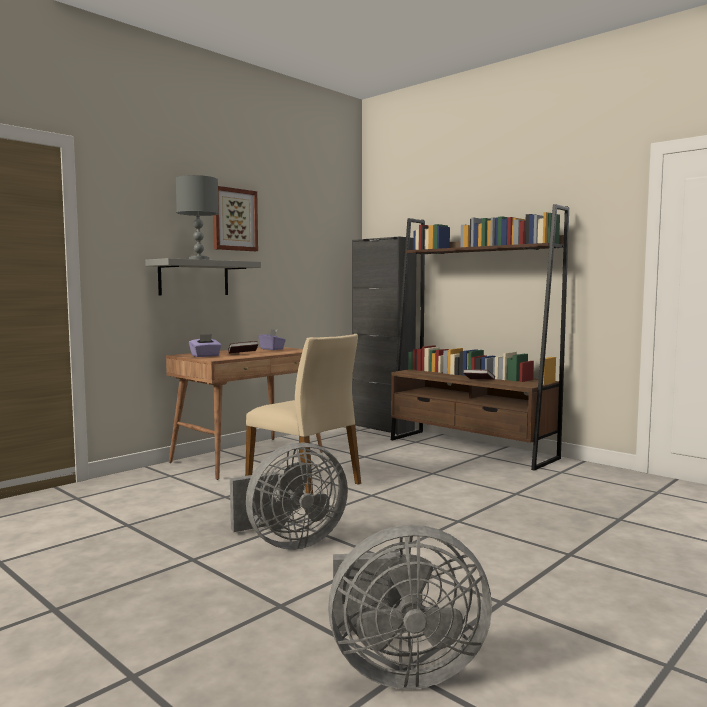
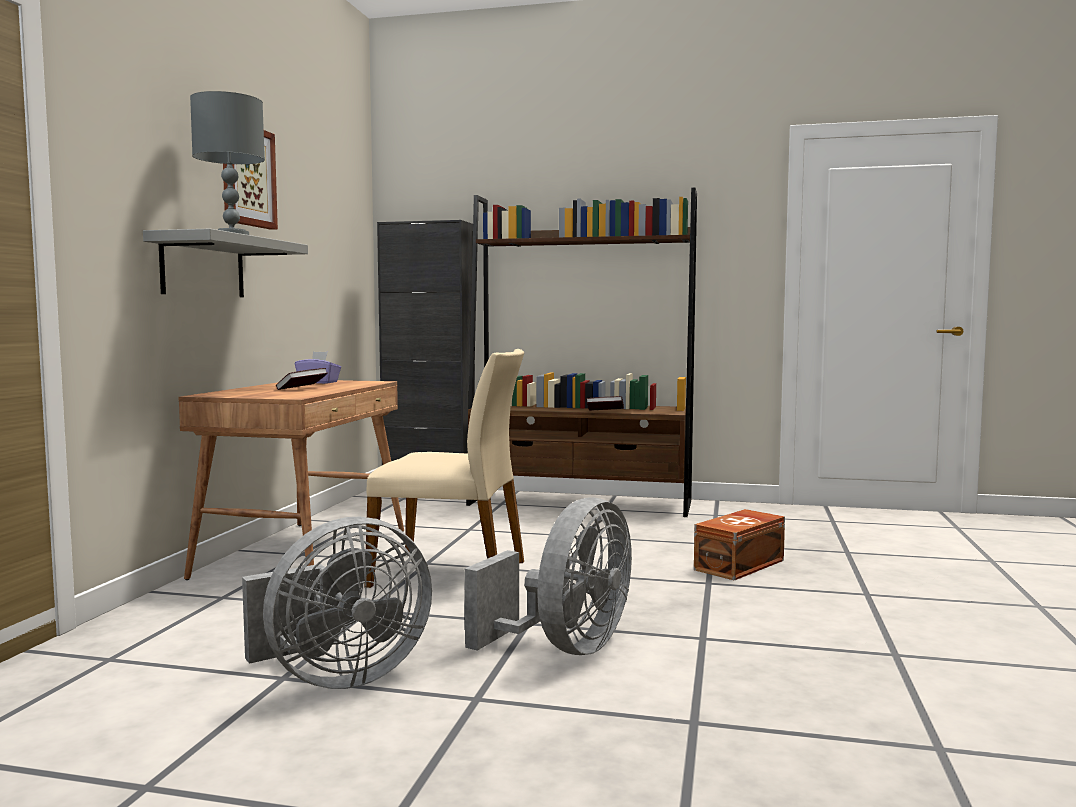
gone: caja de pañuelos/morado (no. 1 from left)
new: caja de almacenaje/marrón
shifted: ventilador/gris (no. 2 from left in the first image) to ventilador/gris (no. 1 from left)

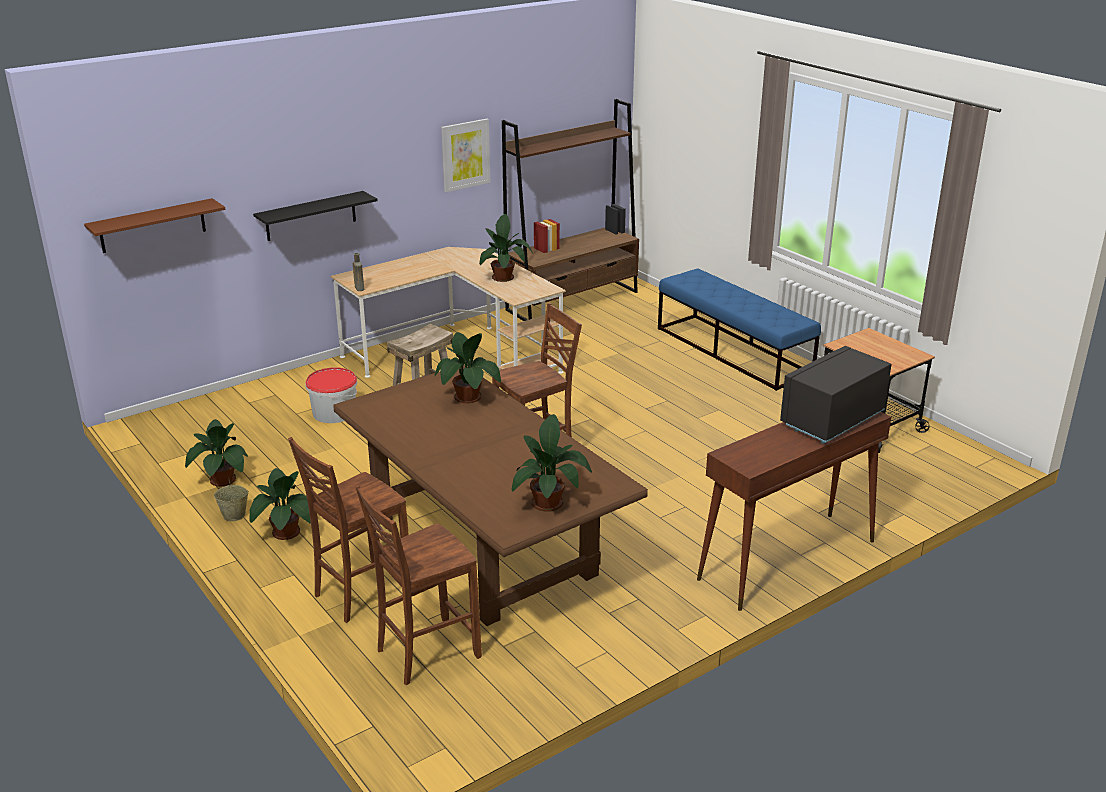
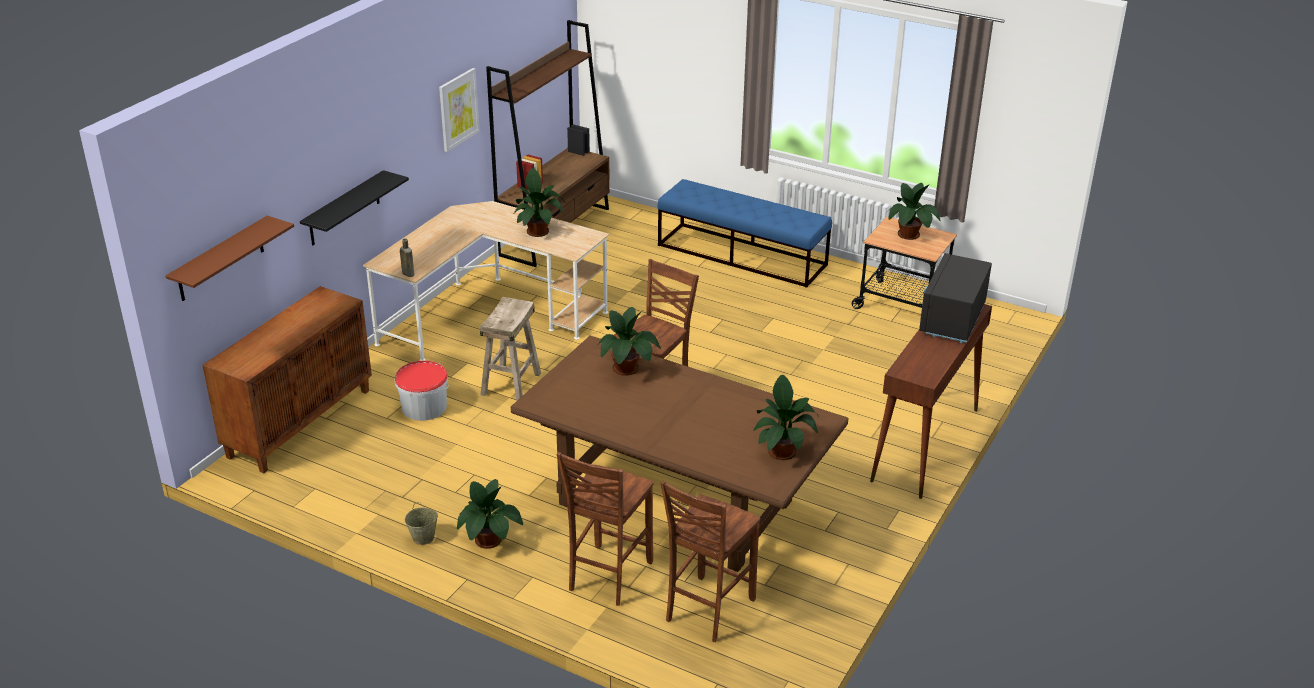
new: armario/marrón
shifted: planta en maceta (no. 1 from left in the first image) to planta en maceta (no. 5 from left)

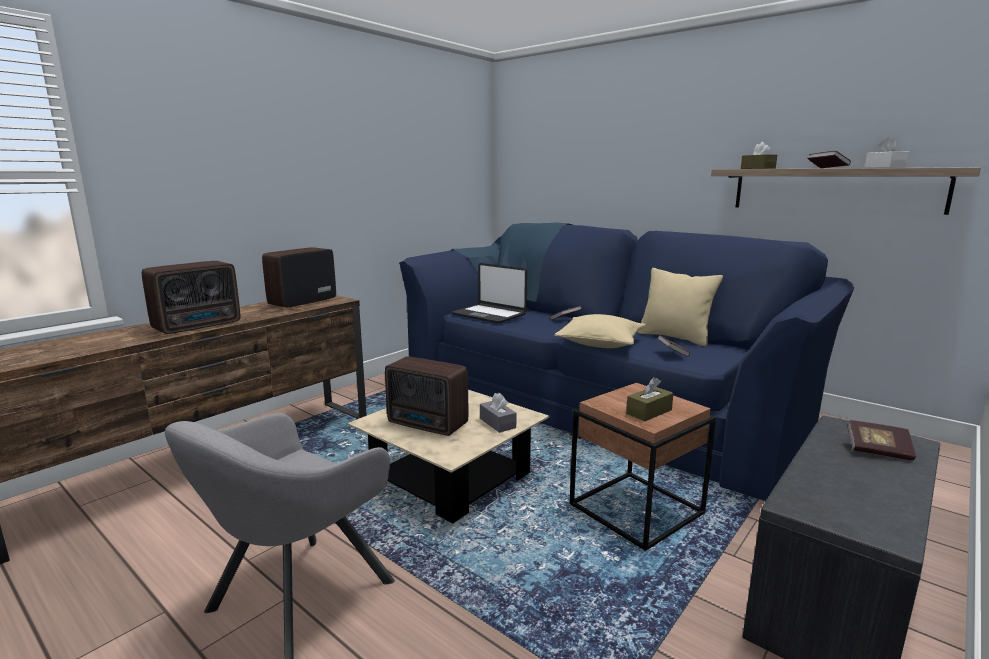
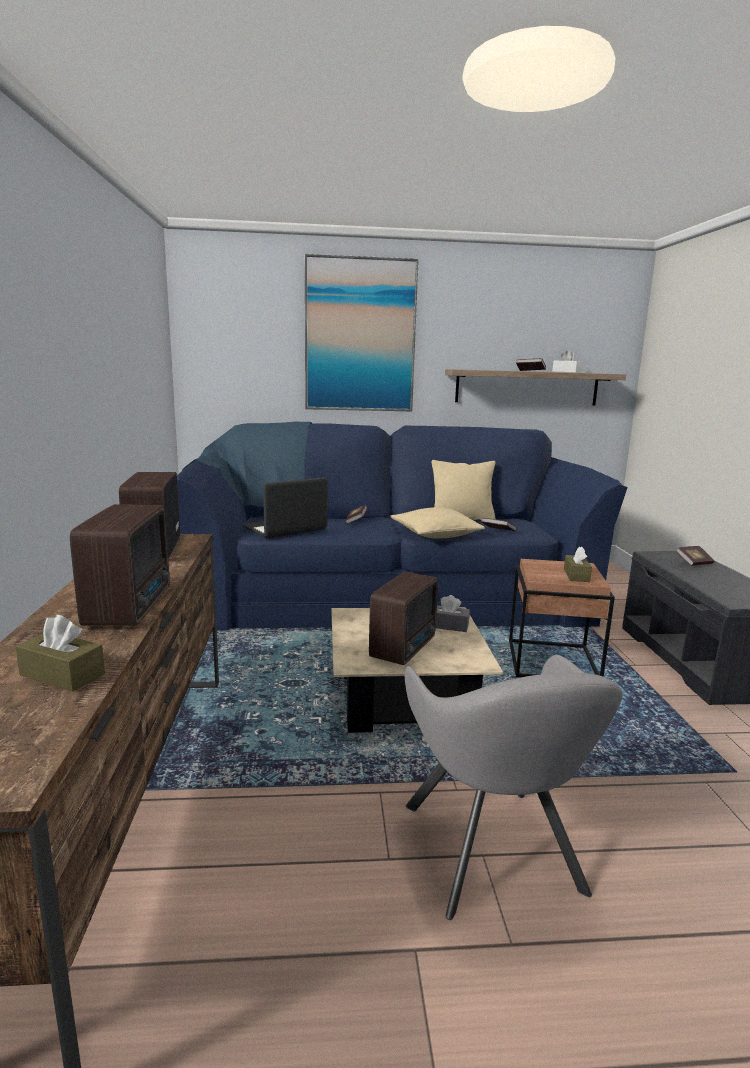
new: cuadro
shifted: caja de pañuelos/marrón (no. 2 from left in the first image) to caja de pañuelos/marrón (no. 1 from left)
rotated: portátil 150 degrees clockwise; radio (no. 3 from left) 45 degrees counterclockwise

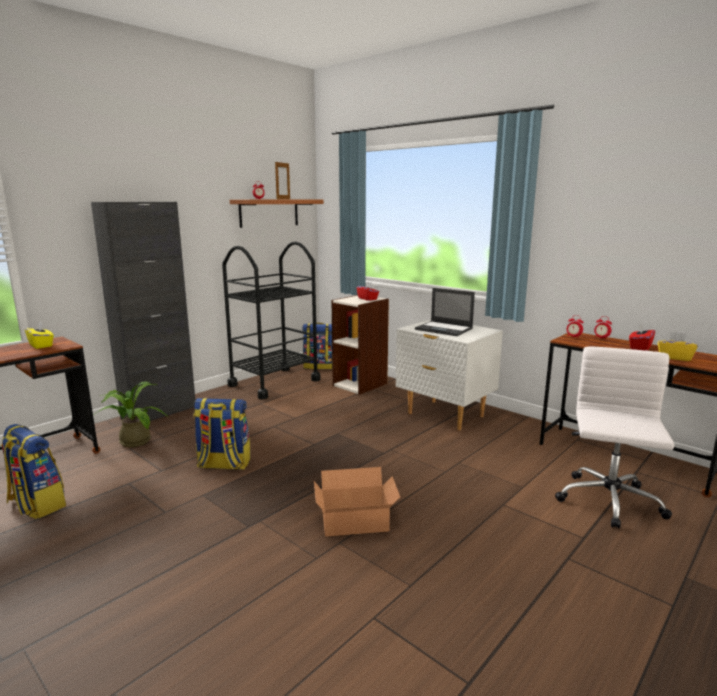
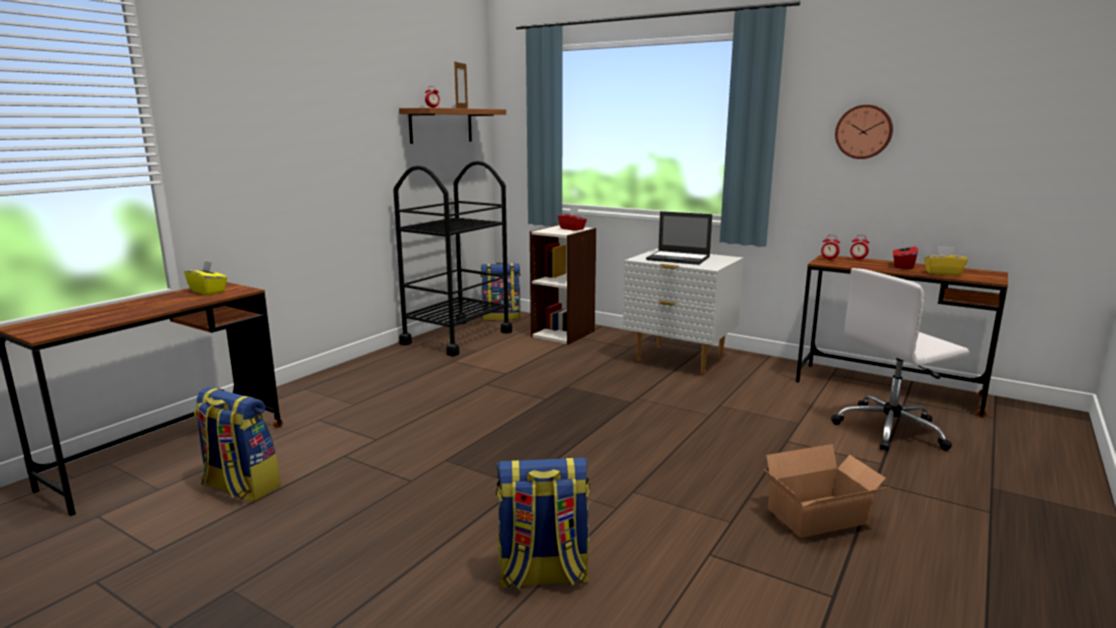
gone: armario/negro; planta en maceta
new: reloj de pared
shifted: mochila (no. 2 from left in the first image) to mochila (no. 3 from left); caja de cartón
rotated: silla de oficina/blanco 120 degrees counterclockwise

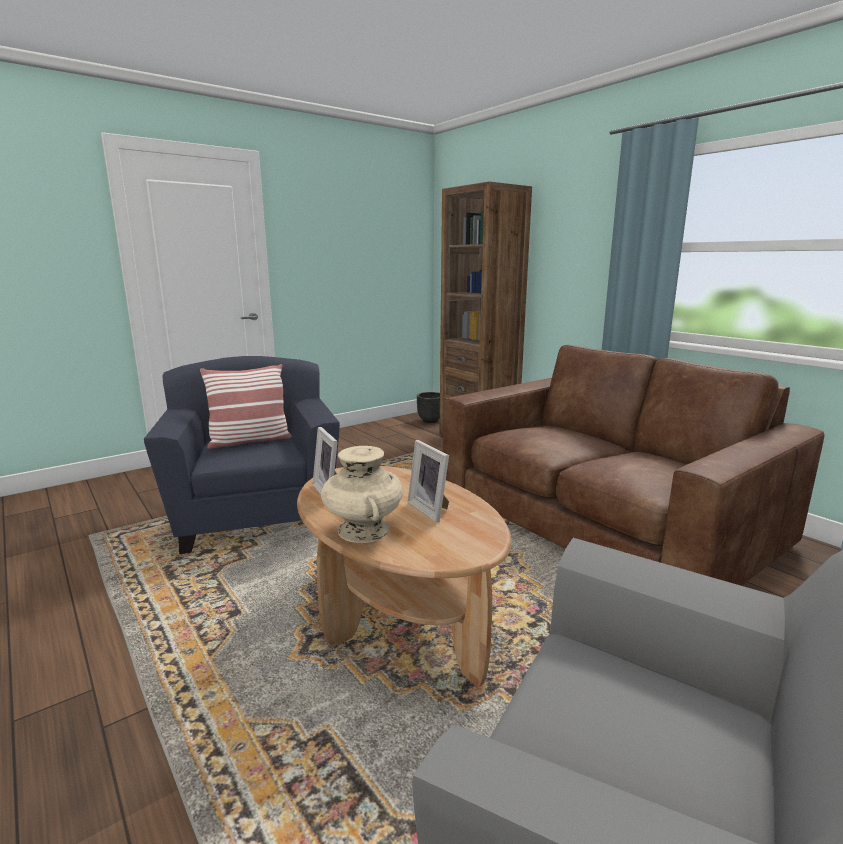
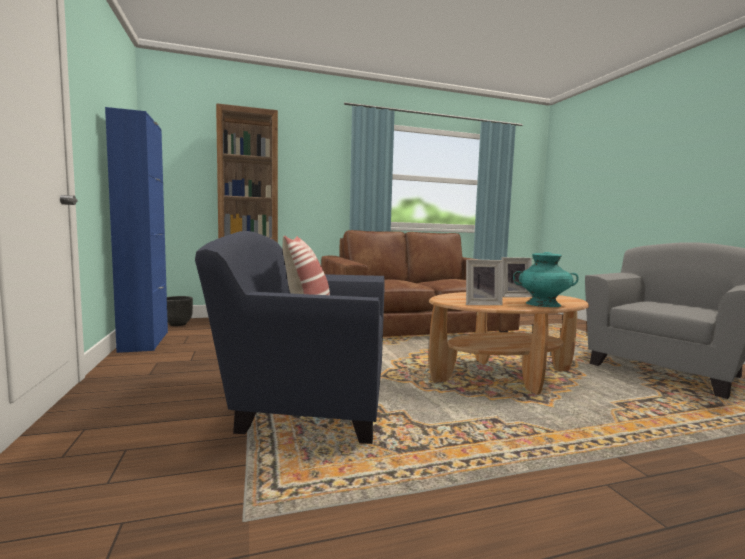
new: armario/azul
repainted: florero/beis to florero/turquesa

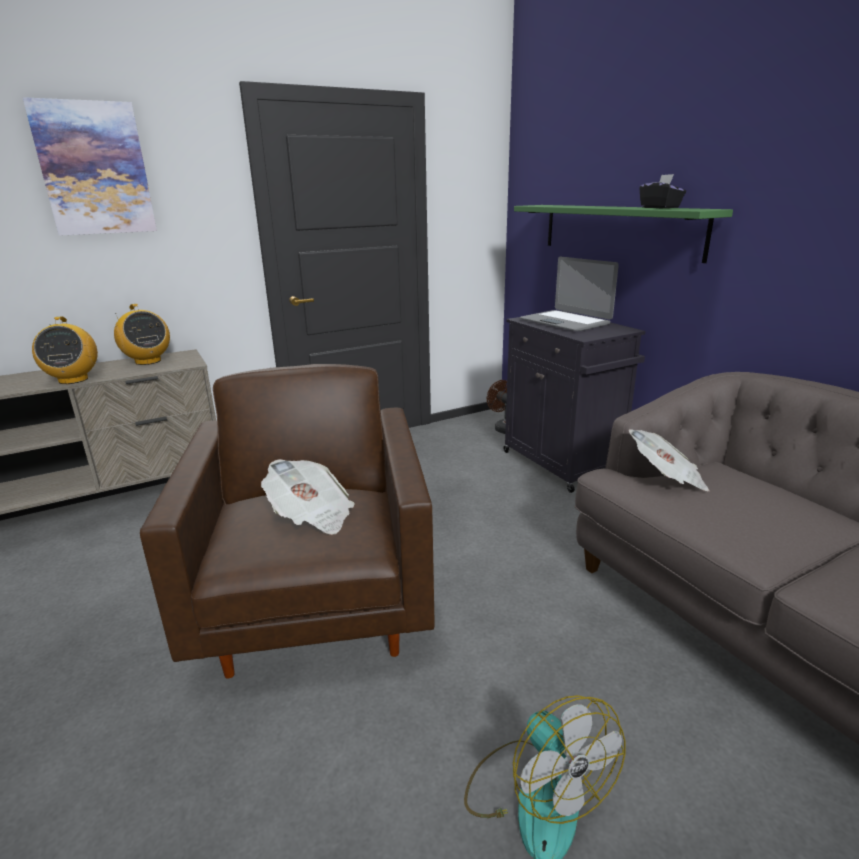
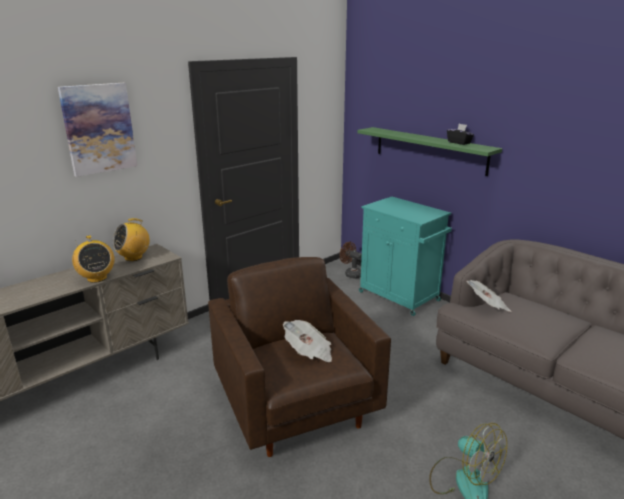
gone: portátil
repainted: armario/negro to armario/turquesa
rotated: radio (no. 2 from left) 105 degrees clockwise

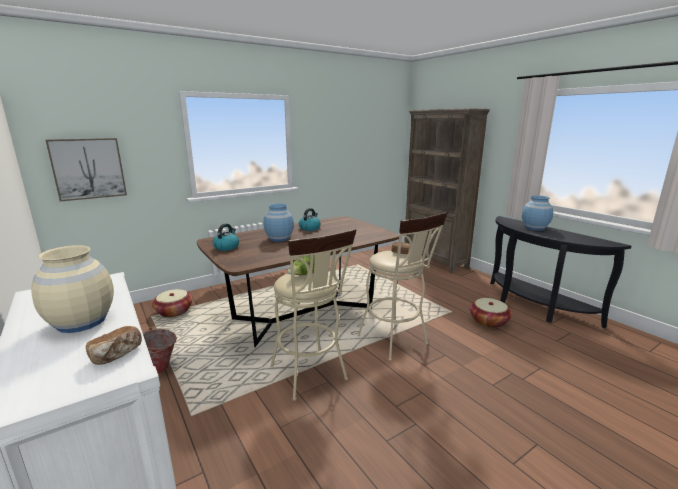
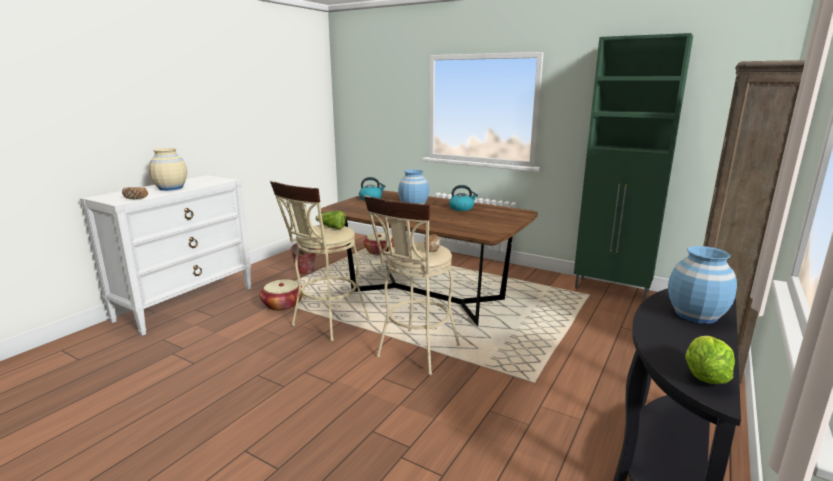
gone: cuadro
new: armario/verde; lechuga (no. 2 from left)
shifted: cesta (no. 2 from left in the first image) to cesta (no. 1 from left)

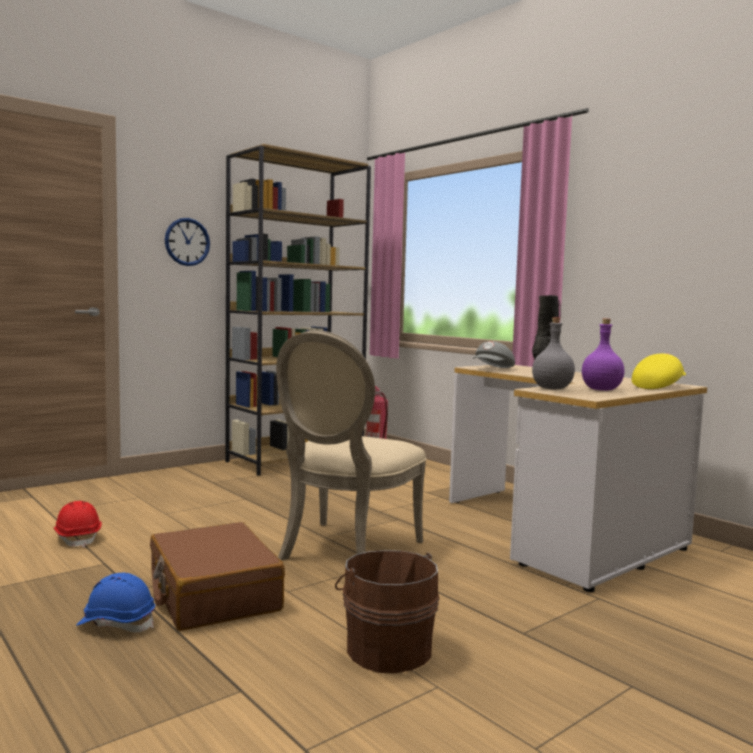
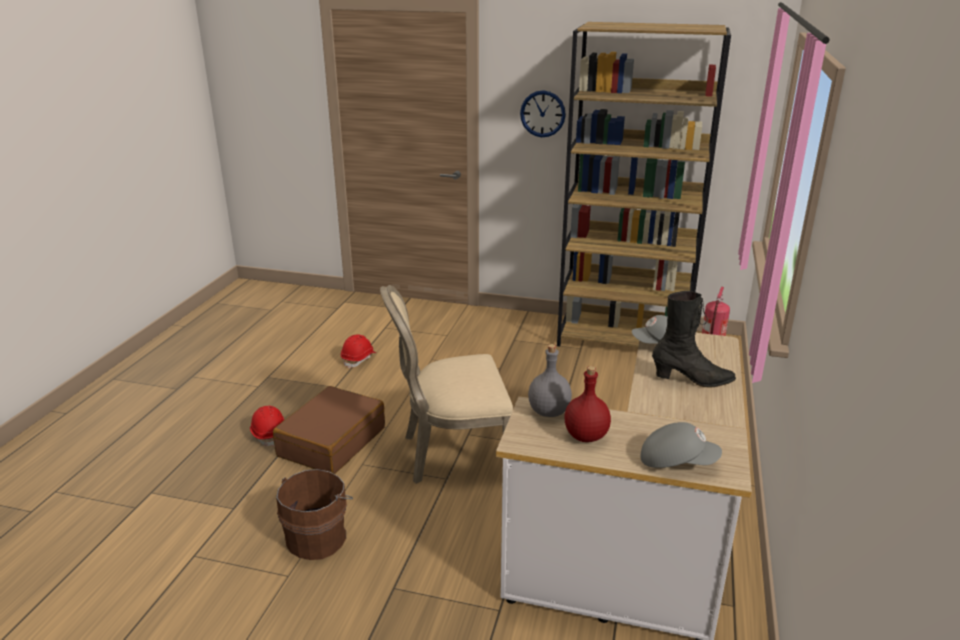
repainted: casco/azul to casco/rojo (no. 1 from left); botella/morado to botella/rojo; gorra/amarillo to gorra/gris (no. 2 from left)

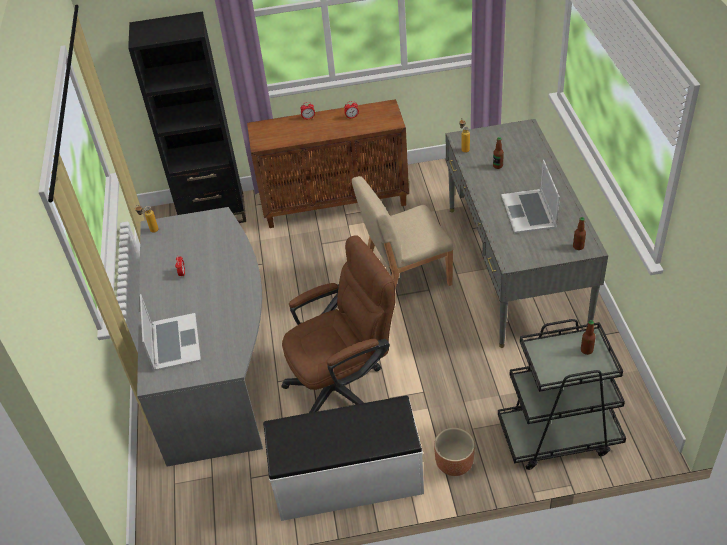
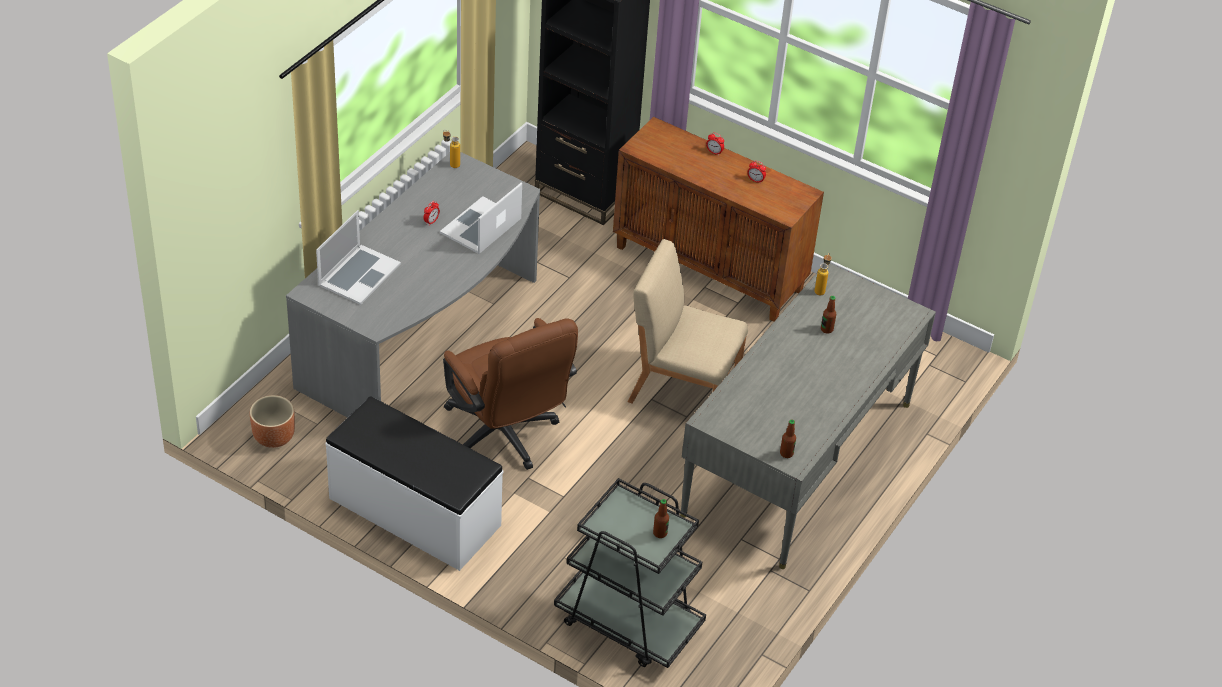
shifted: maceta/marrón; portátil (no. 2 from left)
rotated: silla de oficina/marrón 45 degrees clockwise

